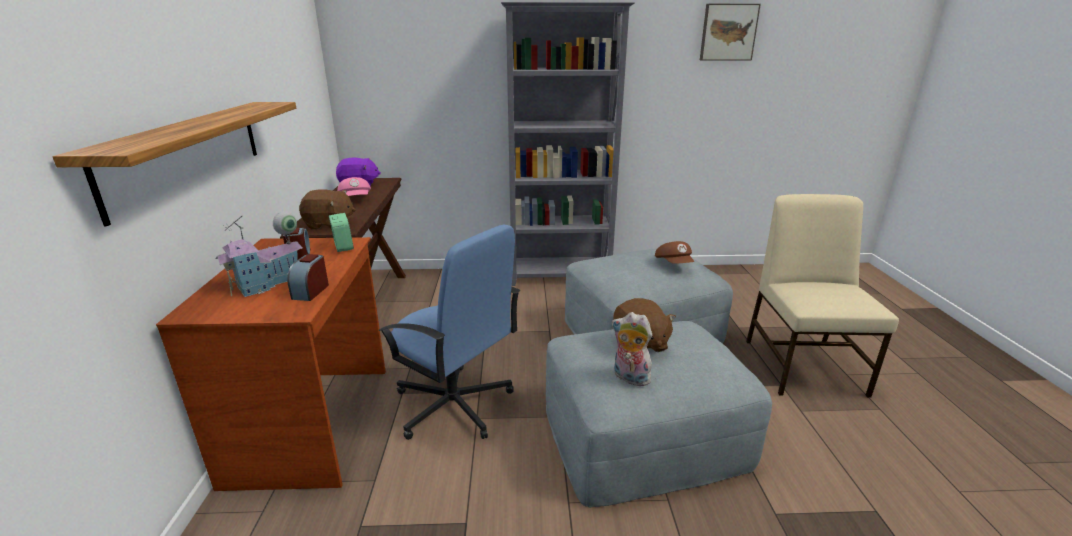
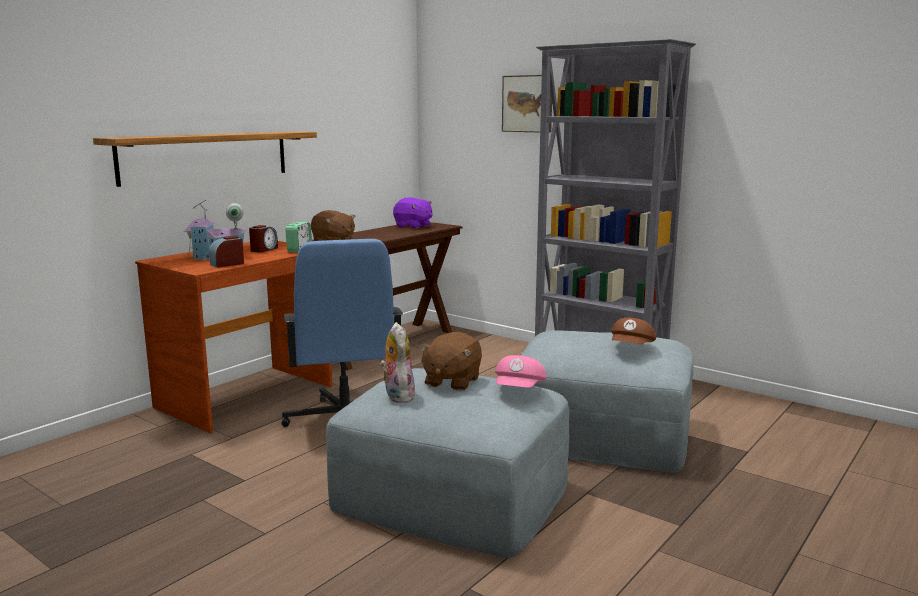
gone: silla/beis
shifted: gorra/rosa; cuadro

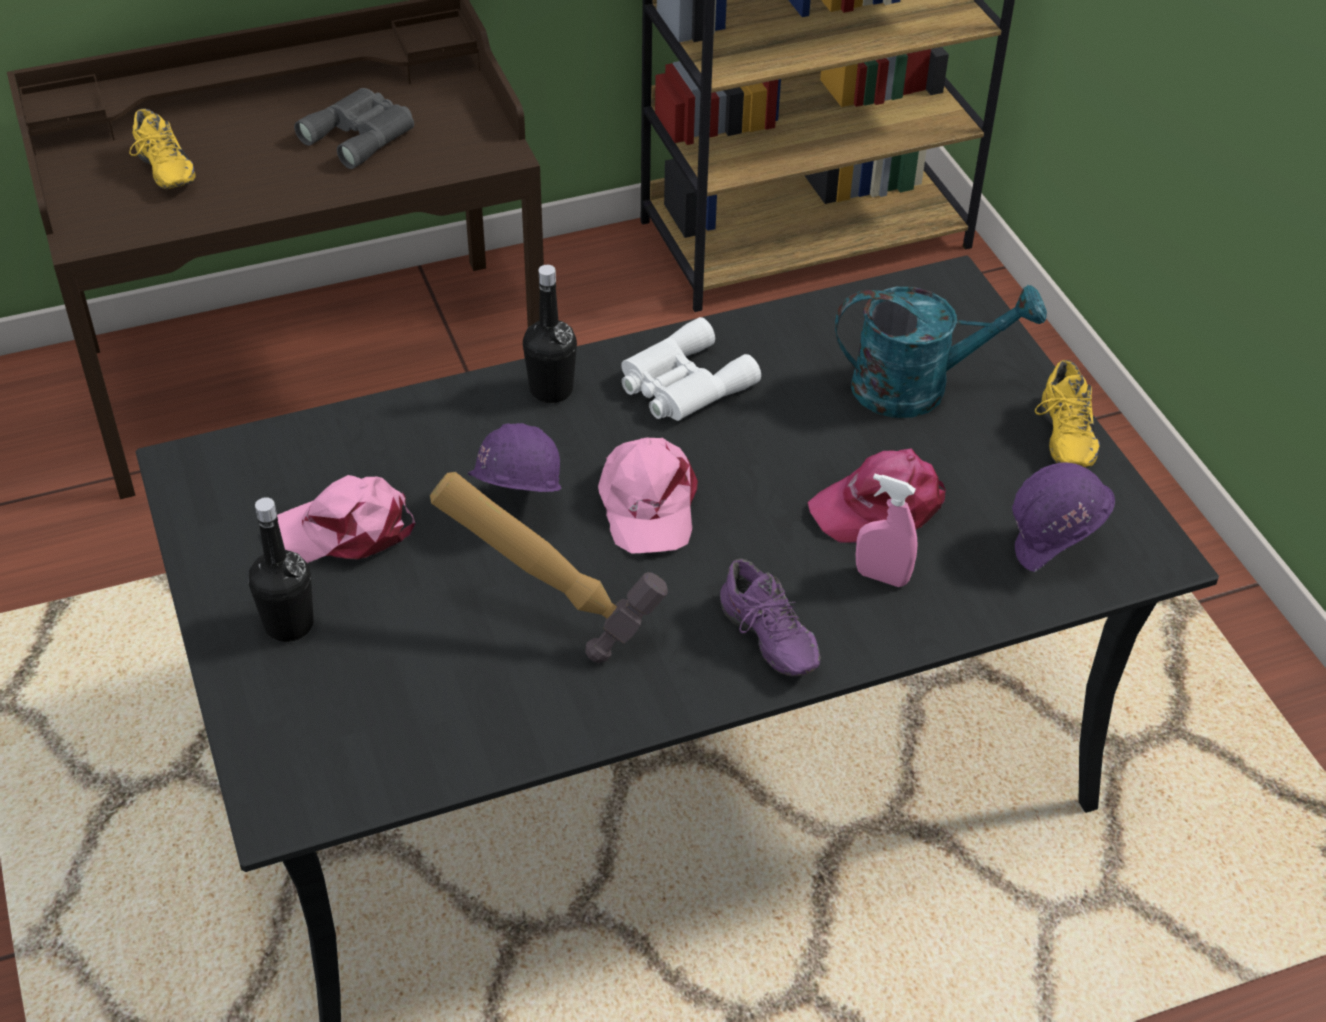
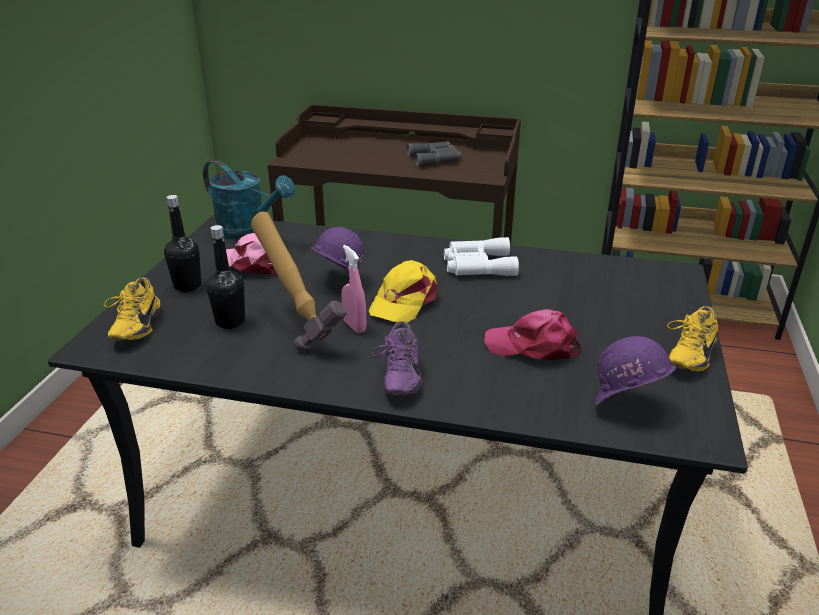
shifted: zapato/amarillo (no. 1 from left); regadera/turquesa; botella/negro (no. 2 from left); pulverizador/rosa
repainted: gorra/rosa (no. 2 from left) to gorra/amarillo

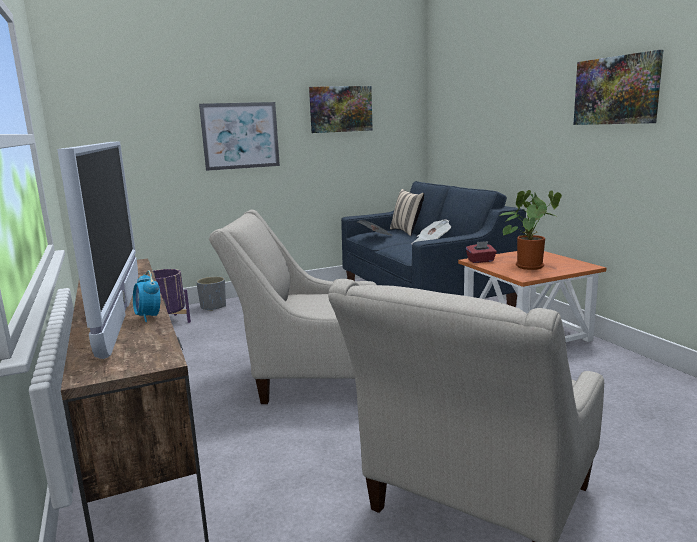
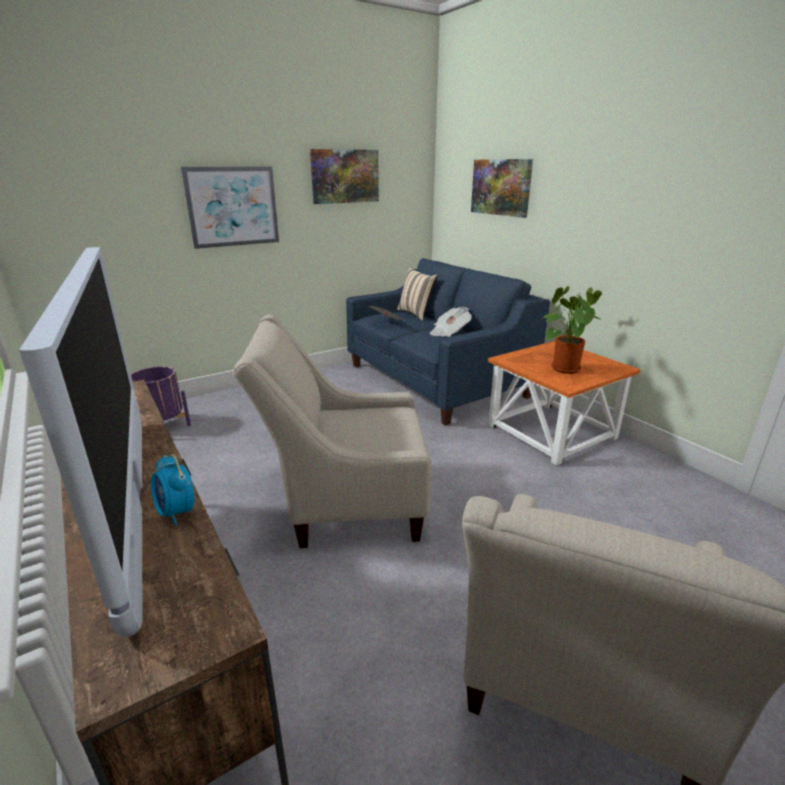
gone: maceta/gris; caja de pañuelos/rojo
shifted: cuadro (no. 3 from left)

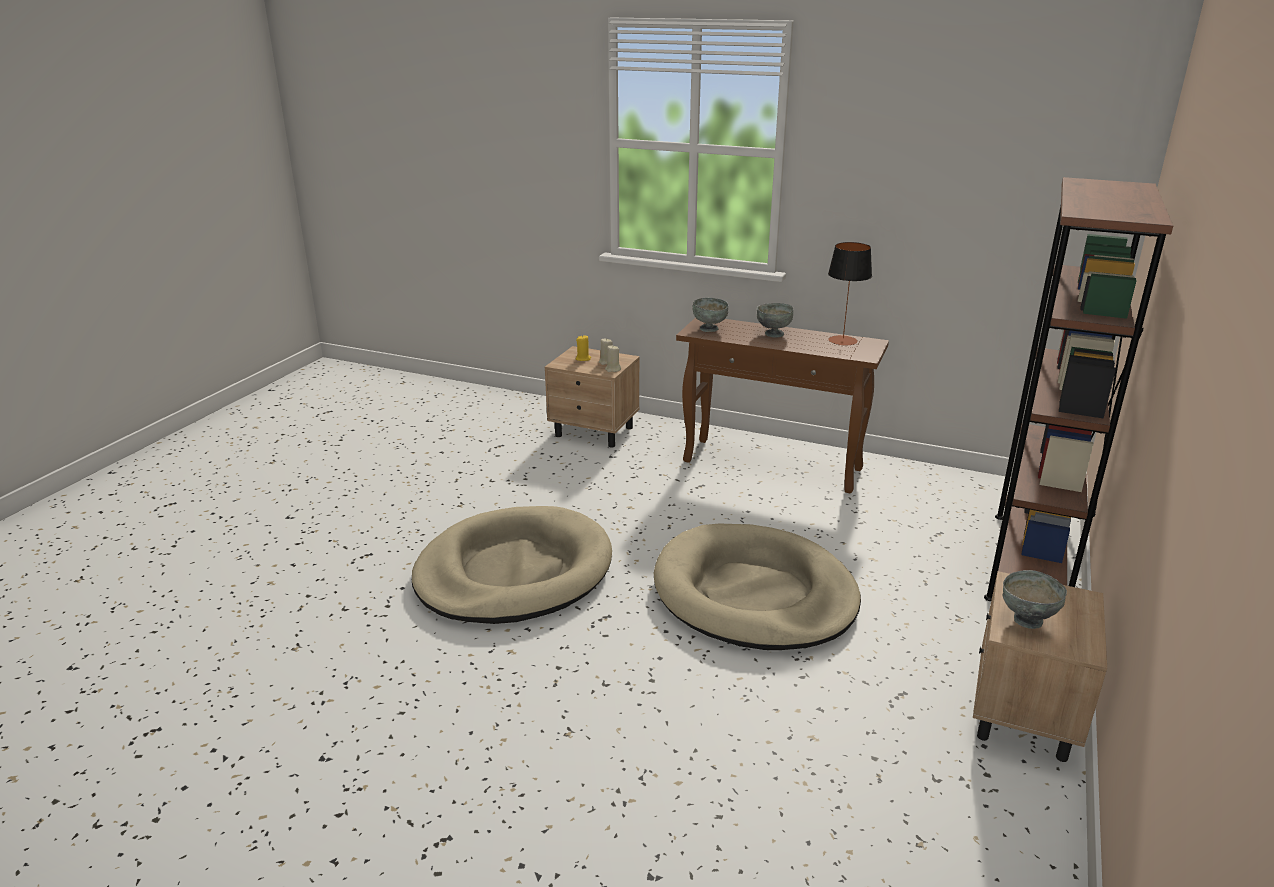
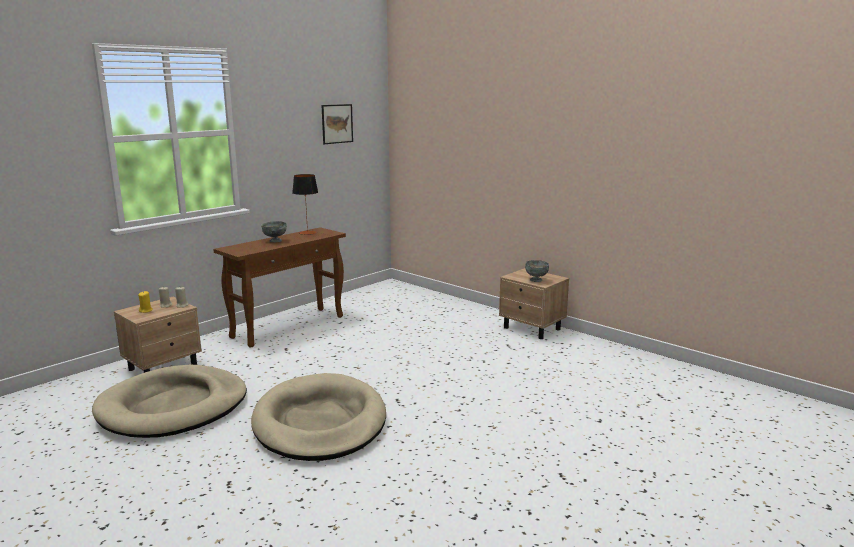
gone: cuenco/gris (no. 1 from left); estantería/marrón
new: cuadro
shifted: cama para perro/beis (no. 2 from left in the first image) to cama para perro/beis (no. 1 from left)

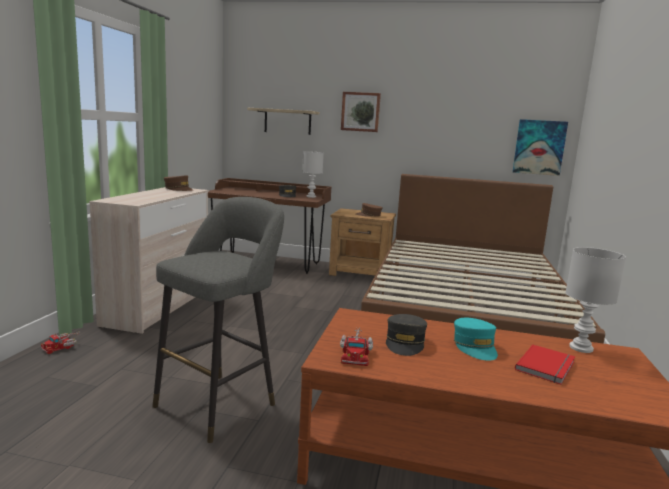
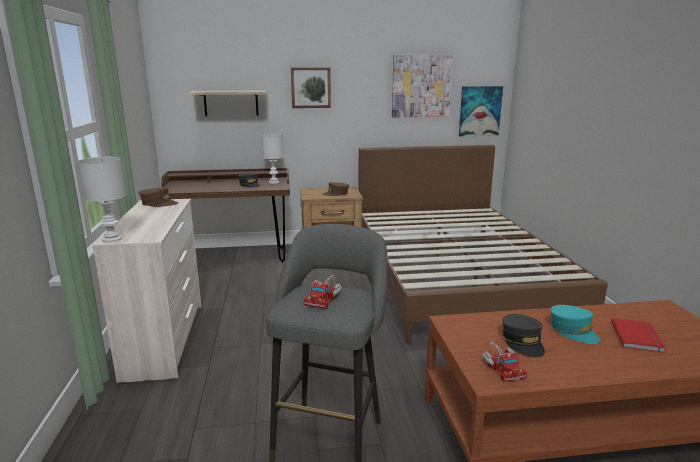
new: cuadro (no. 2 from left)
shifted: lámpara de mesa/blanco (no. 2 from left in the first image) to lámpara de mesa/blanco (no. 1 from left); camión de juguete (no. 1 from left)

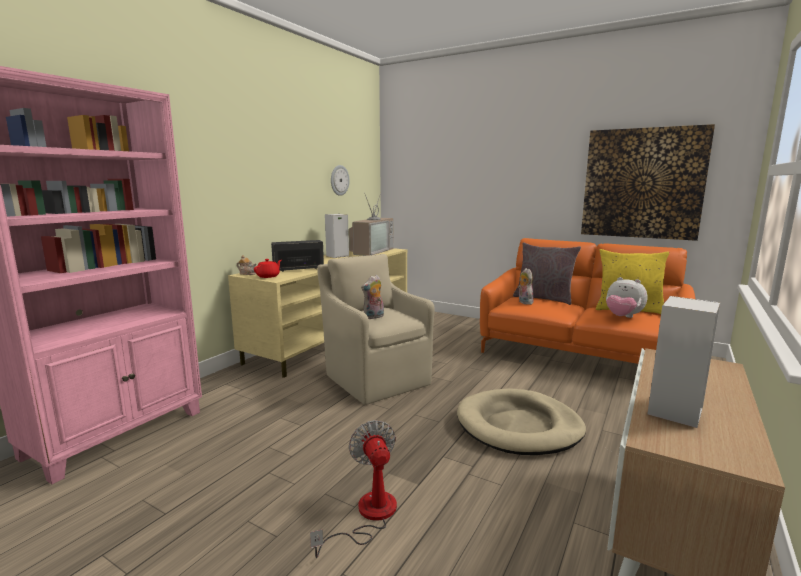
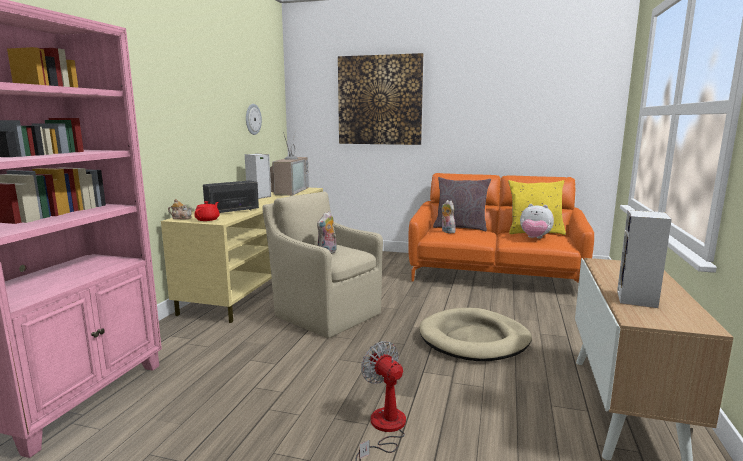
shifted: cuadro

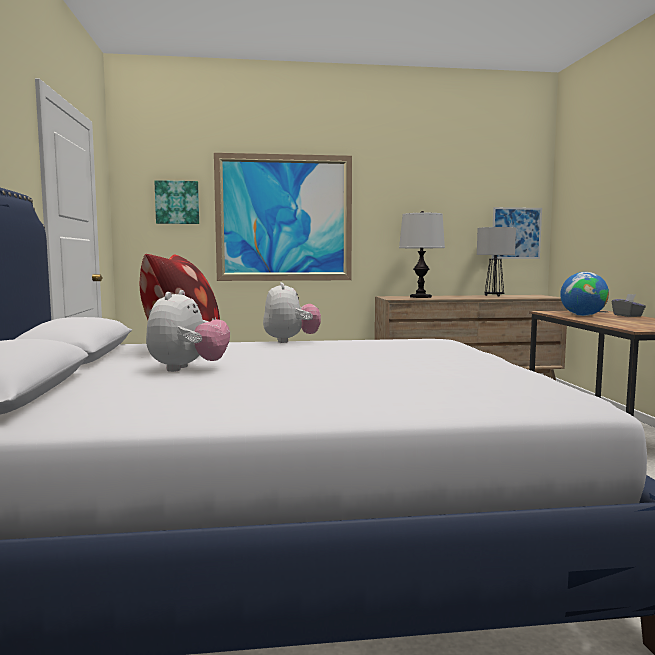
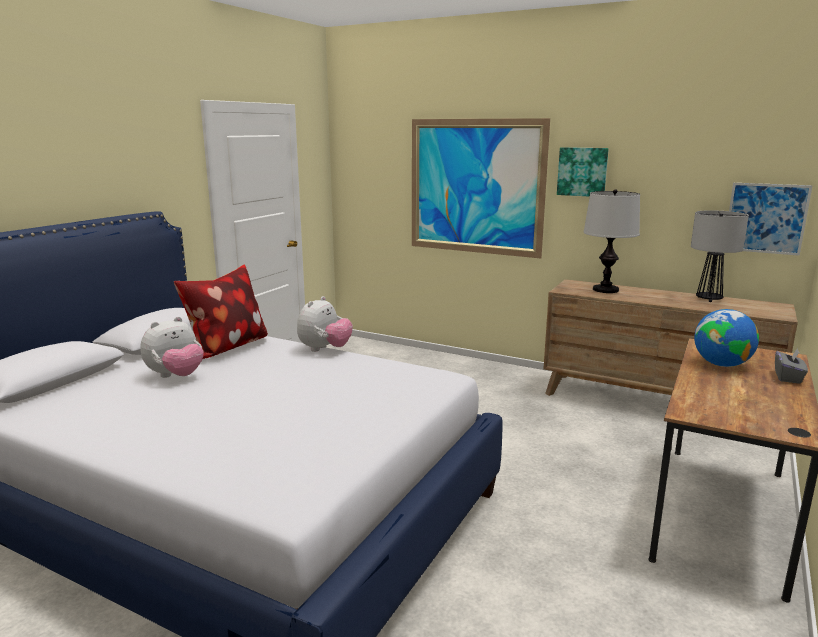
shifted: cuadro (no. 1 from left in the first image) to cuadro (no. 2 from left)

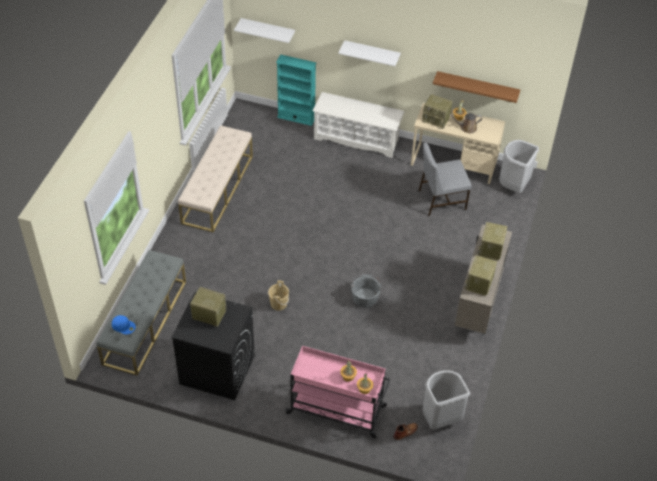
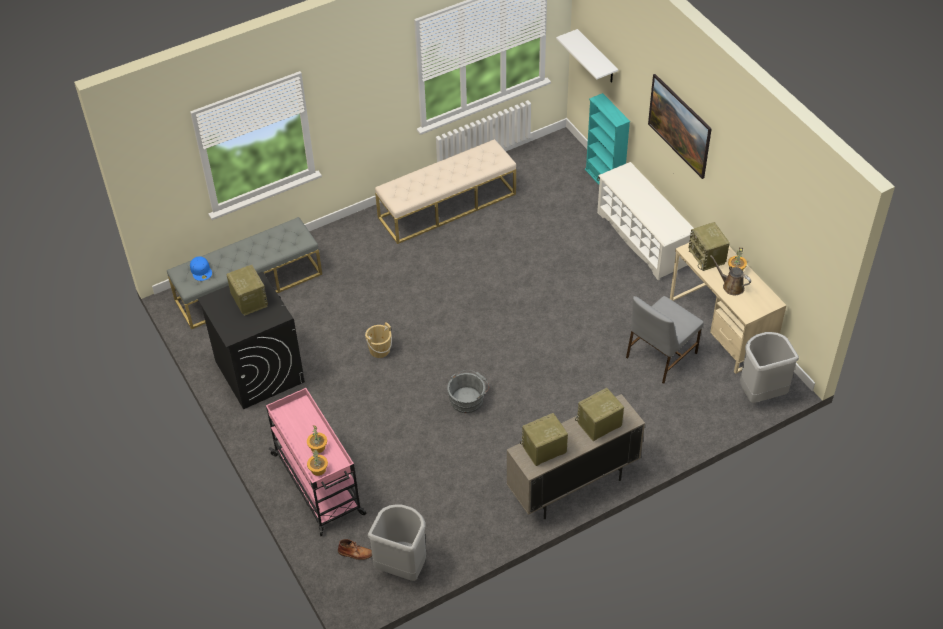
gone: estante/marrón
swapped: estante/blanco (no. 2 from left) to cuadro
rotated: silla/gris 75 degrees counterclockwise

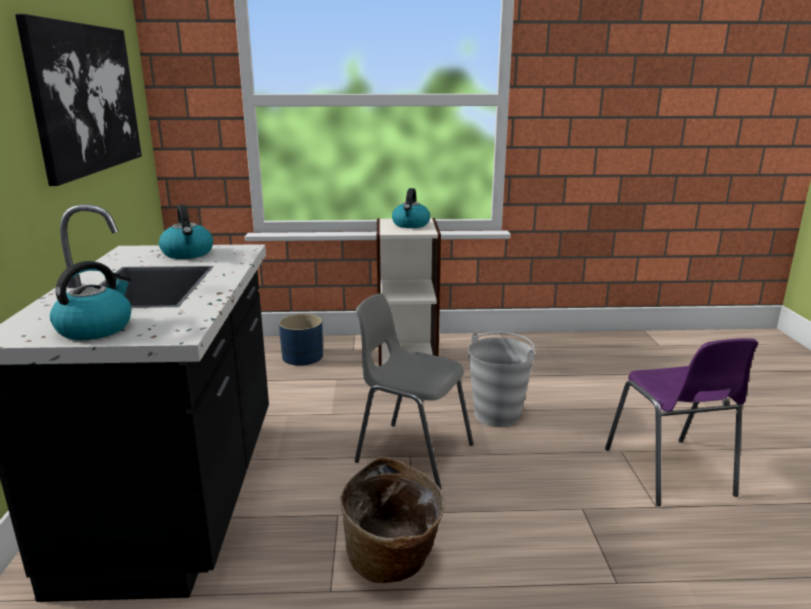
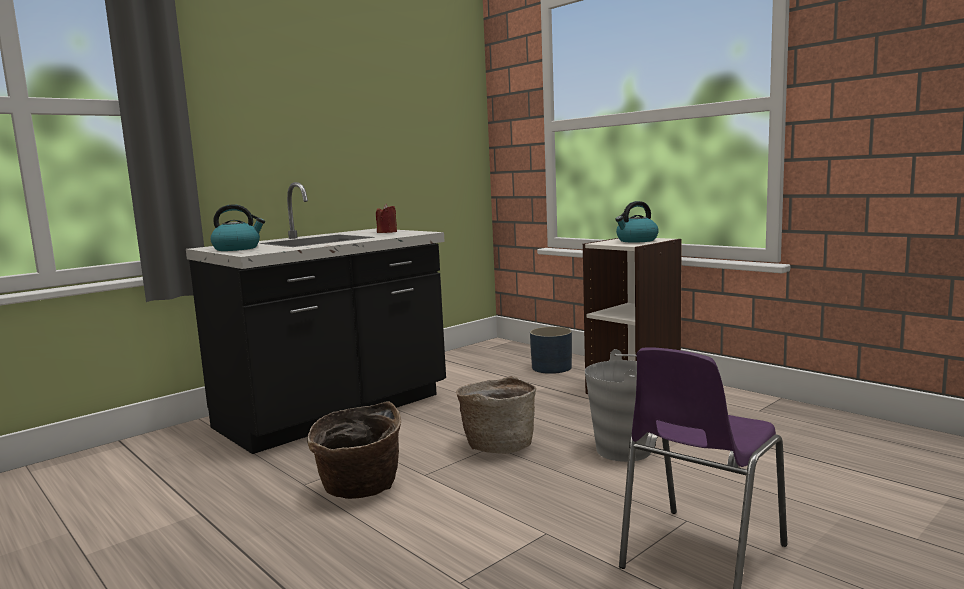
gone: cuadro
swapped: hervidor (no. 2 from left) to vela/rojo; silla/gris to cesta (no. 2 from left)

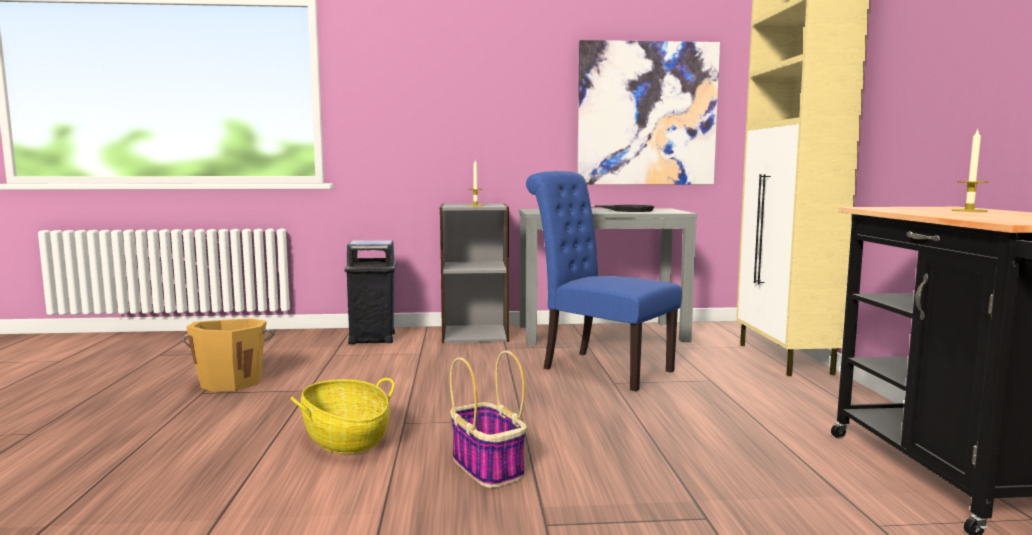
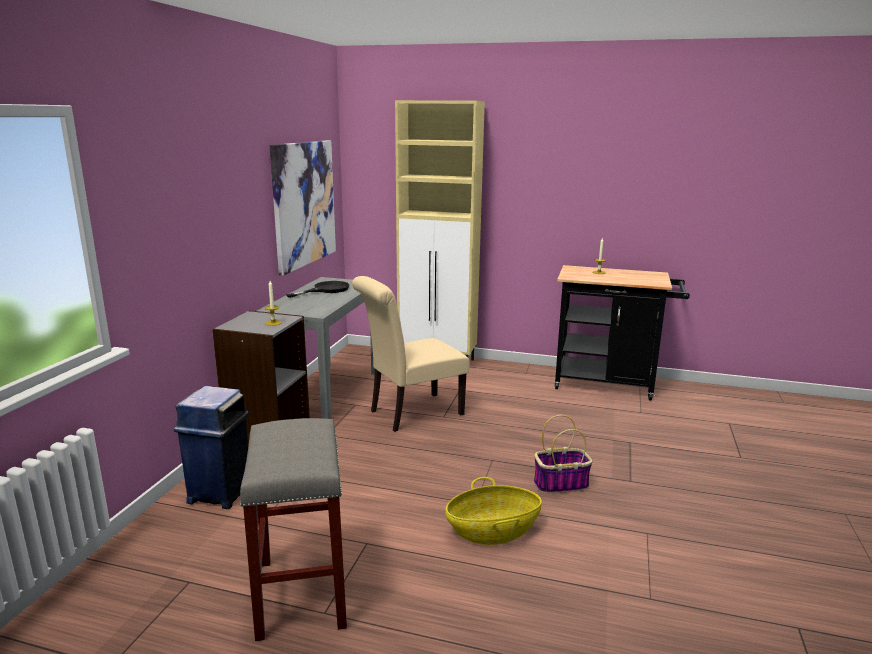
swapped: cubo/naranja to taburete/gris
repainted: silla/azul to silla/beis

